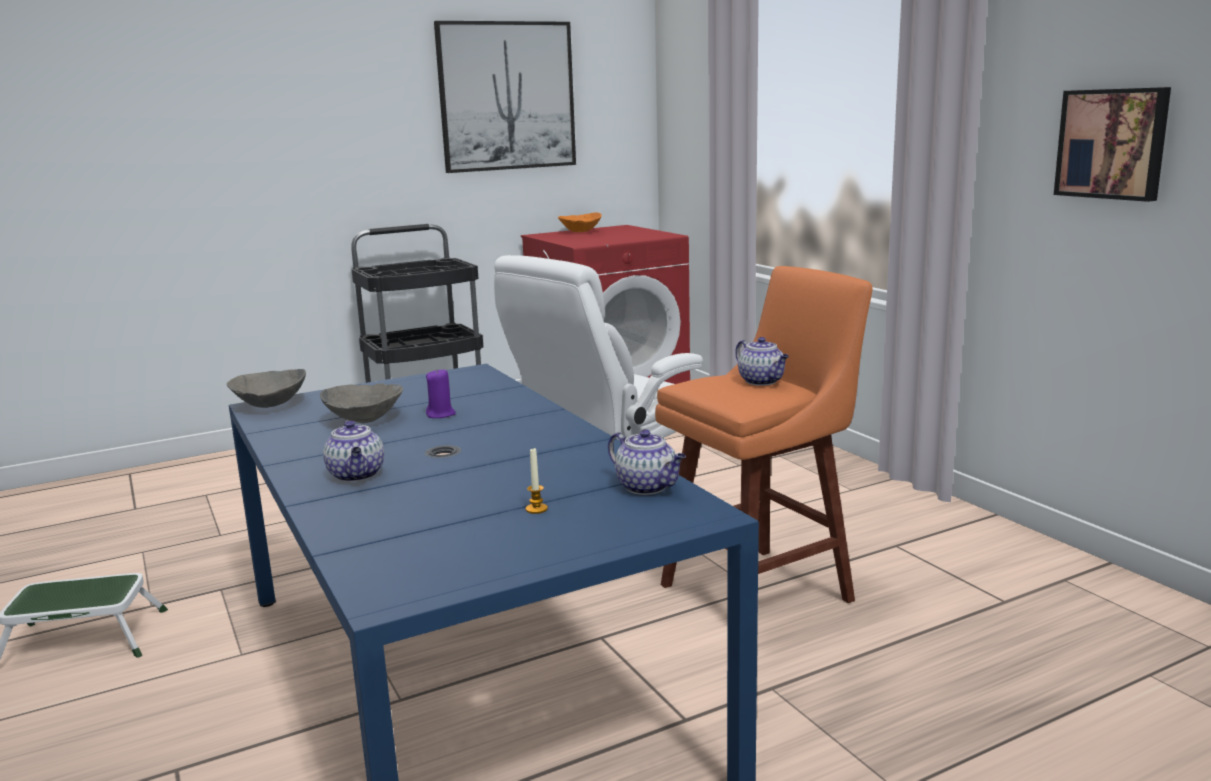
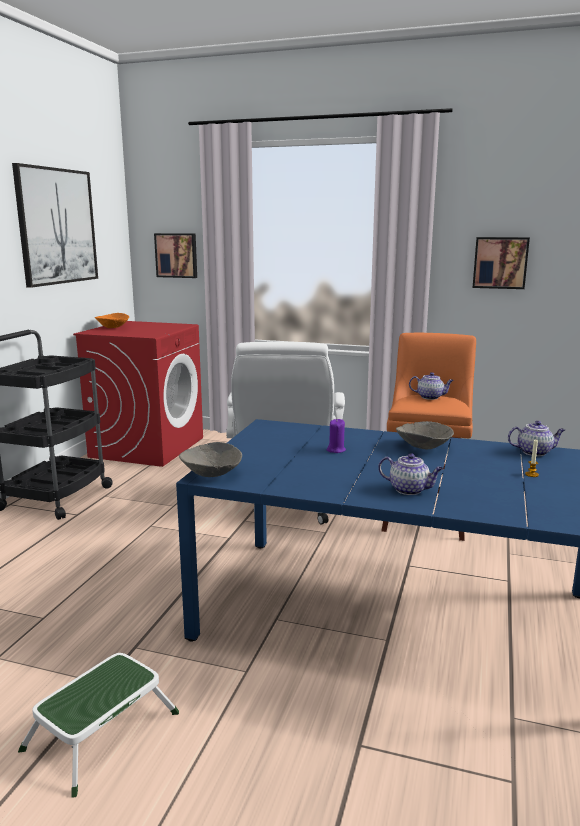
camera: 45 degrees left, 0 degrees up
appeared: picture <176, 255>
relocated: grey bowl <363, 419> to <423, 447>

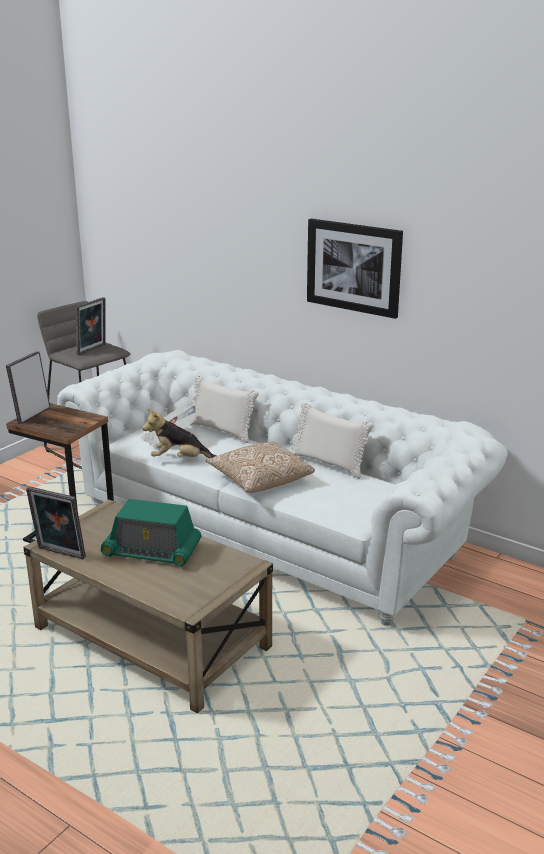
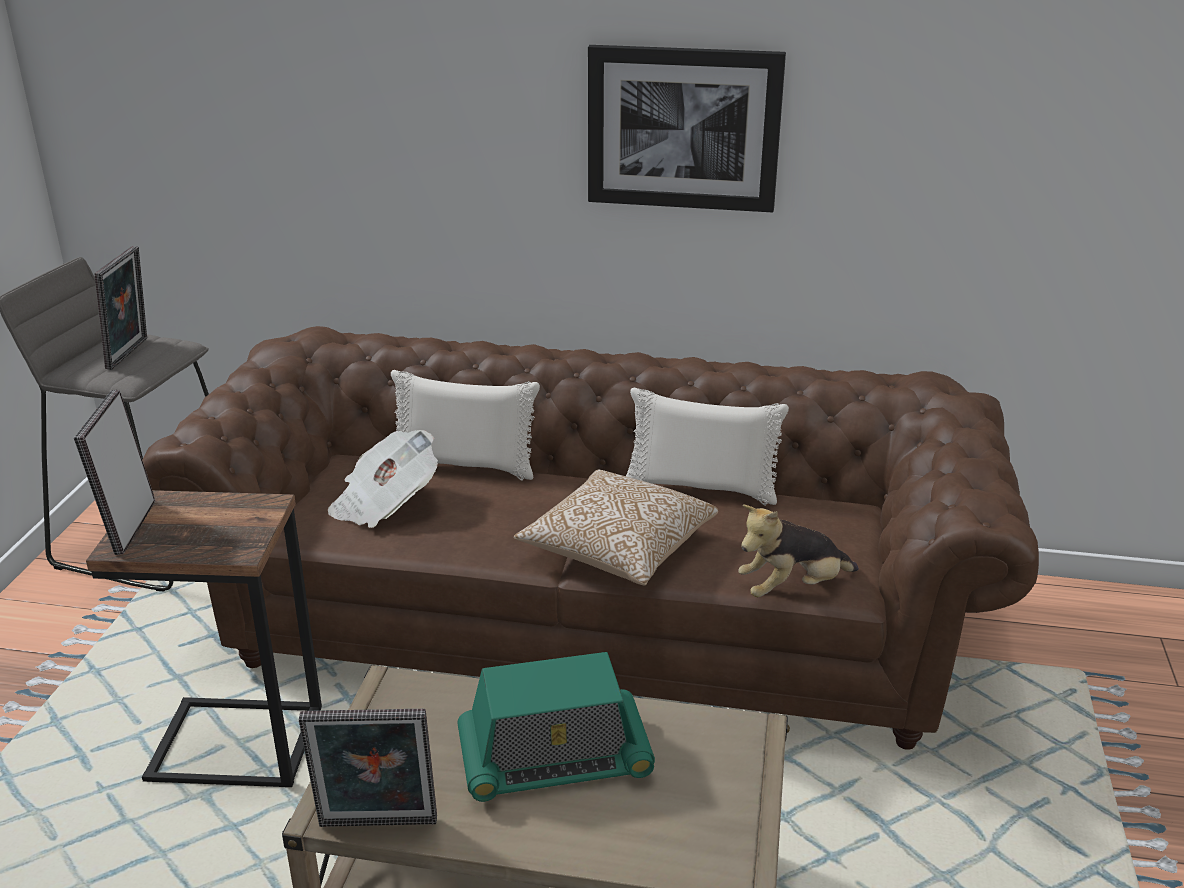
camera: 25 degrees left, 5 degrees up
relocated: plush toy <179, 460> to <792, 588>
colour: white sofa <272, 529> to brown sofa <592, 619>

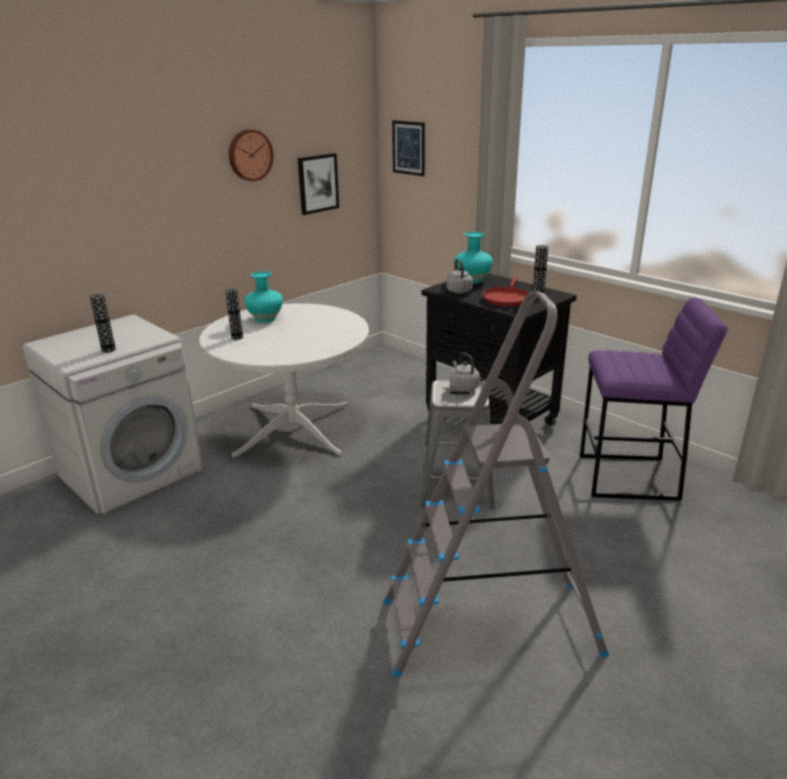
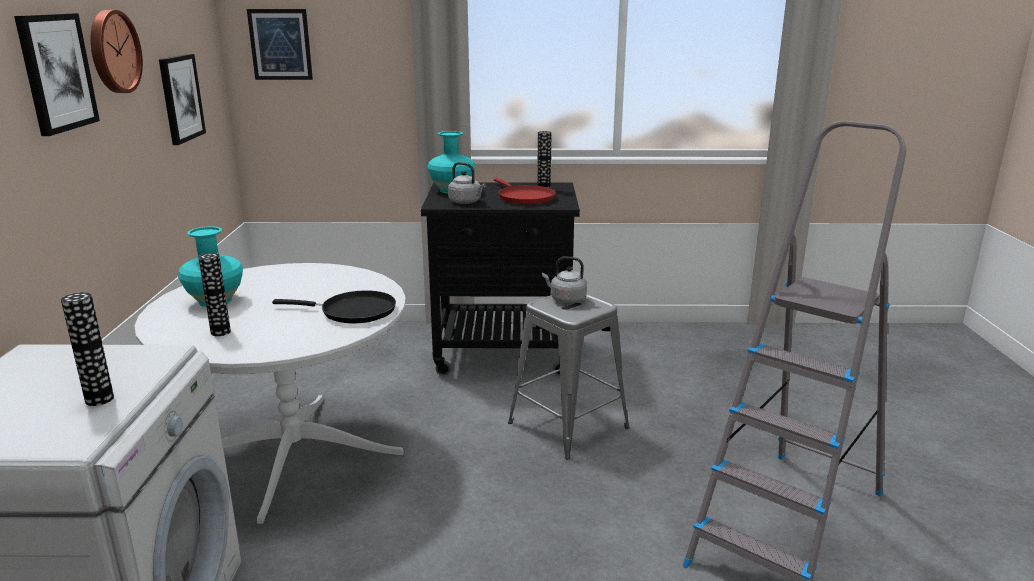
camera: 45 degrees left, 5 degrees down
missing: purple stool <630, 477>
appeared: picture <56, 72>; black frying pan <353, 311>

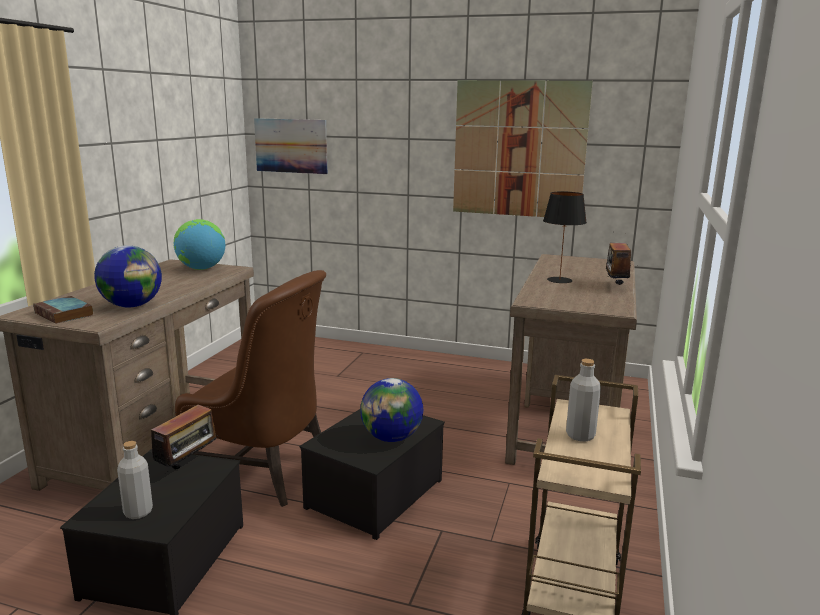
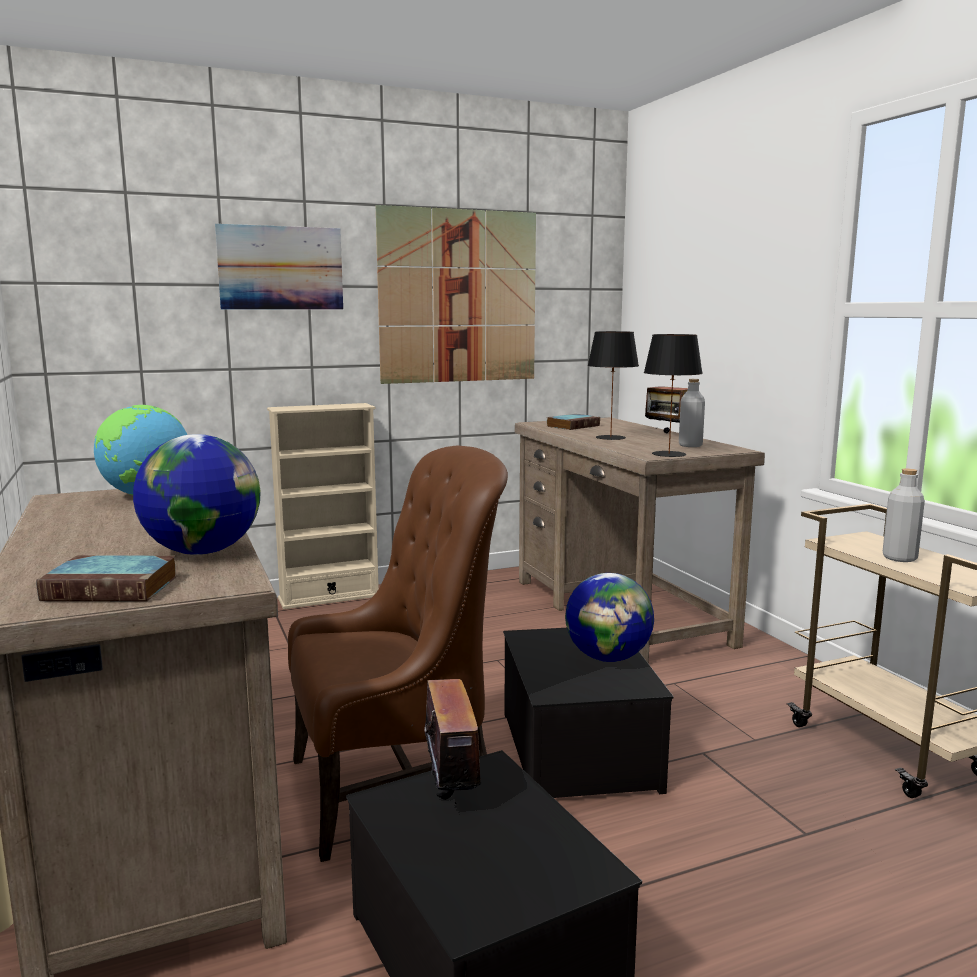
camera: 40 degrees left, 5 degrees down
appeared: black table lamp <669, 454>; beige bookcase <329, 597>; book <573, 426>
relocated: picture <291, 146> to <281, 268>; grey bottle <138, 512> to <690, 445>

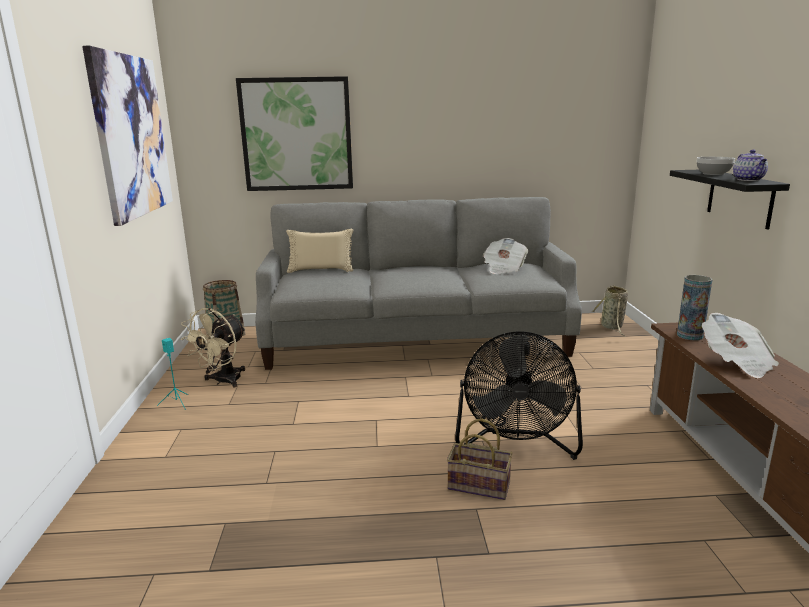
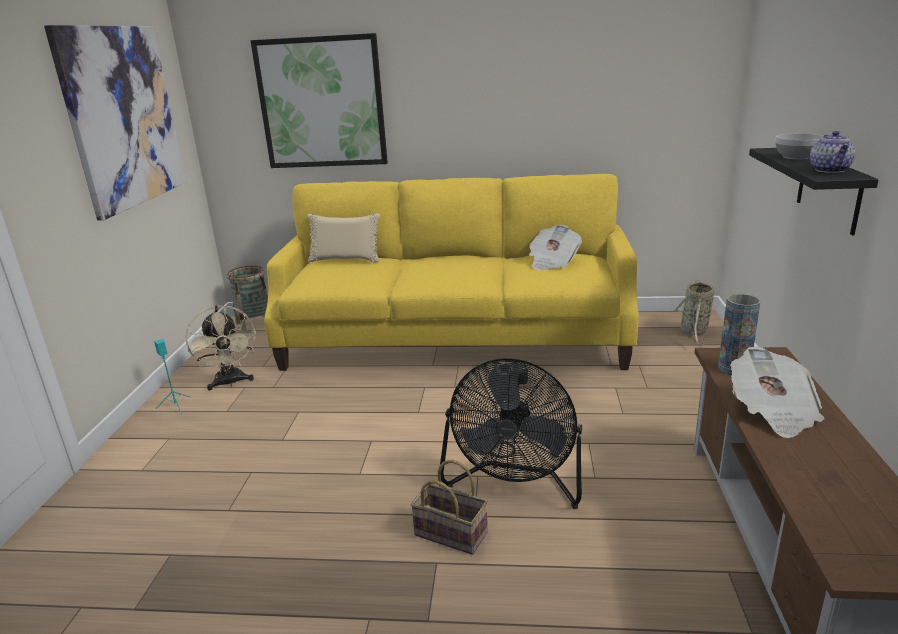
camera: 10 degrees right, 5 degrees up
colour: grey sofa <416, 341> to yellow sofa <455, 341>
spun: beige fan <222, 381> = <230, 383> 60 degrees counterclockwise

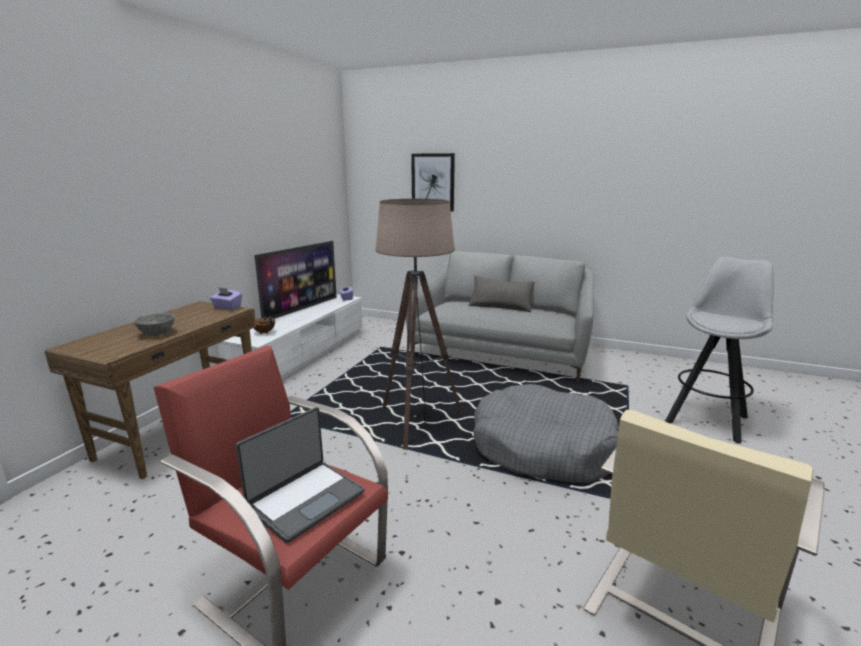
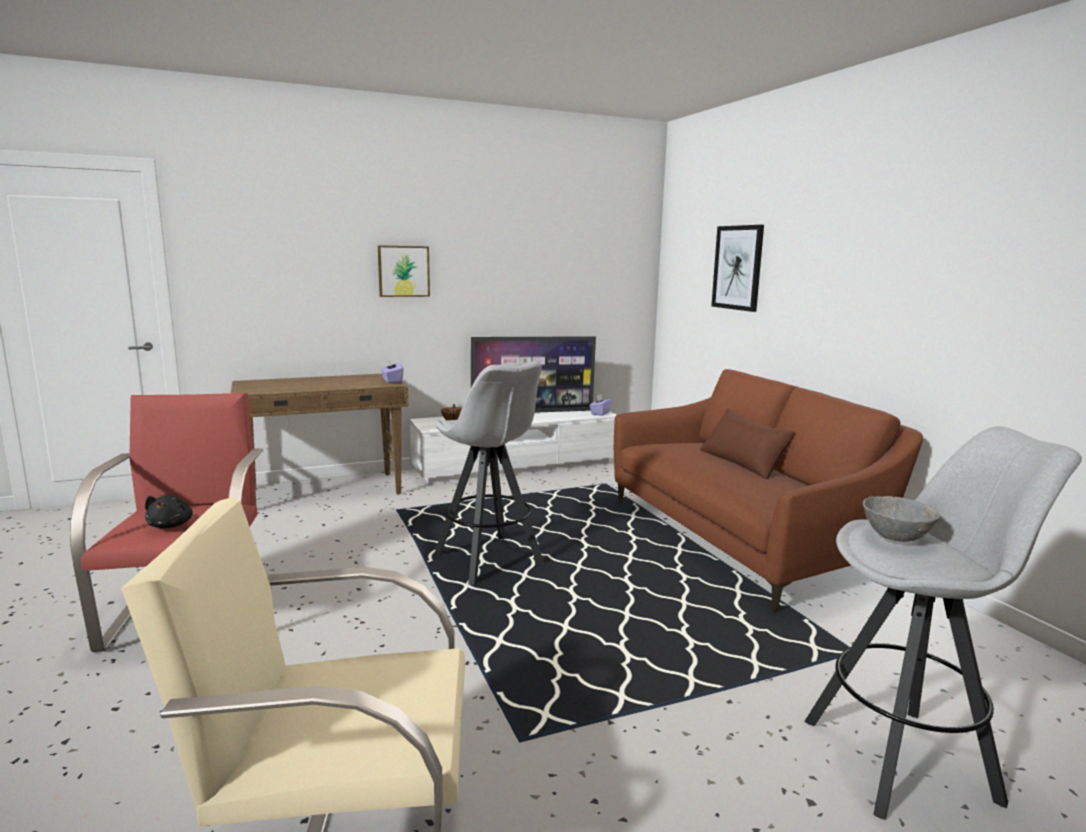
camera: 45 degrees right, 5 degrees down
missing: grey dog bed <543, 448>
appeared: picture <403, 271>
relocated: grey bowl <157, 333> to <896, 536>
exchanged: floor lamp <416, 422> to grey stool <489, 561>; laptop <305, 499> to black plush toy <171, 525>
colour: grey sofa <501, 352> to brown sofa <742, 539>

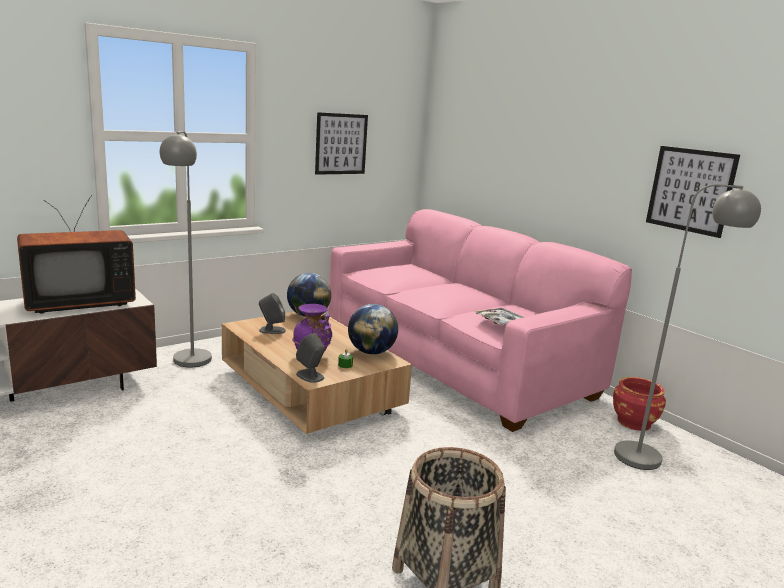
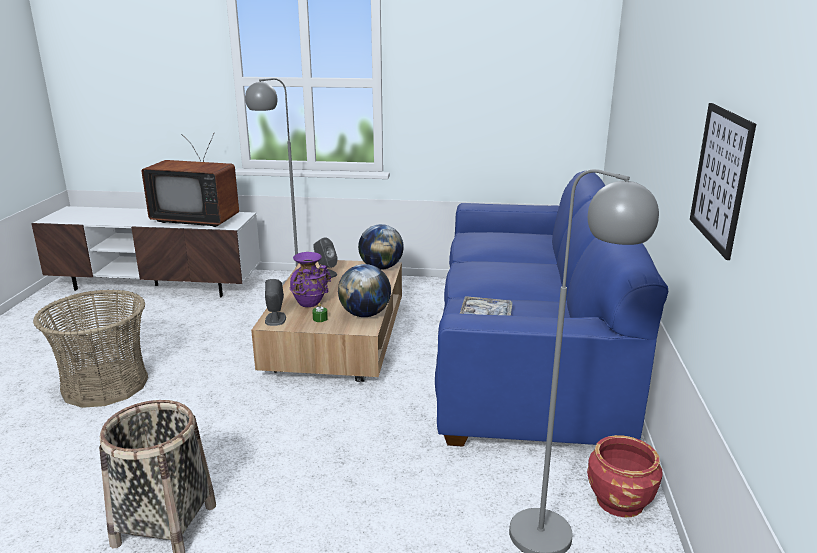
camera: 45 degrees right, 5 degrees up
missing: picture <341, 144>
appeared: basket <105, 385>
colour: pink sofa <452, 359> to blue sofa <524, 354>

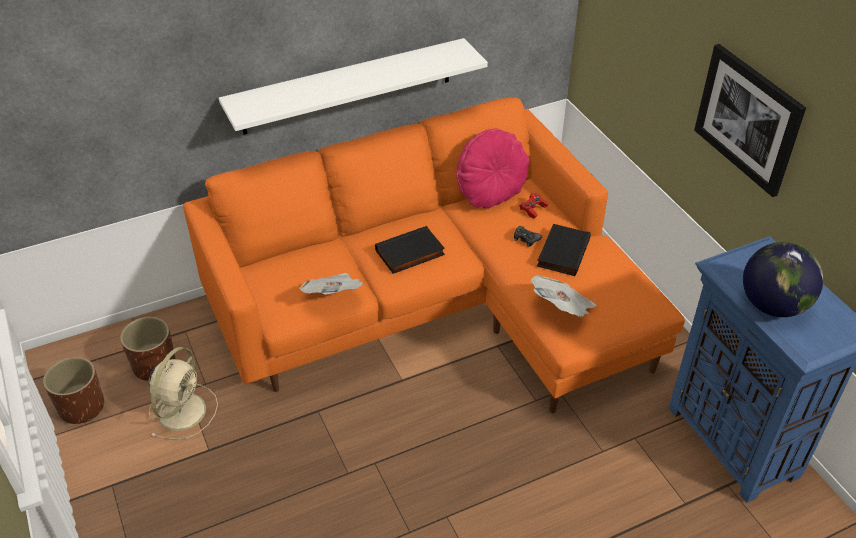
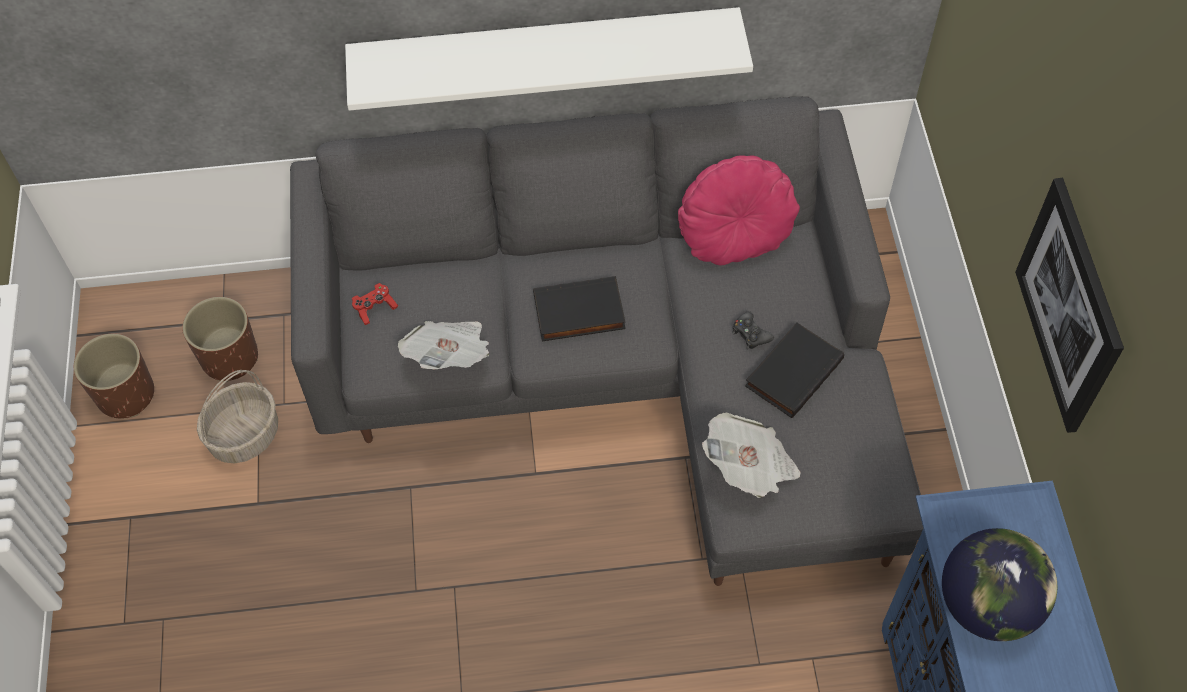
camera: 20 degrees right, 15 degrees up
relocated: red game controller <533, 209> to <374, 308>
exchanged: beige fan <183, 409> to basket <245, 434>
colour: orange sofa <438, 308> to grey sofa <628, 372>

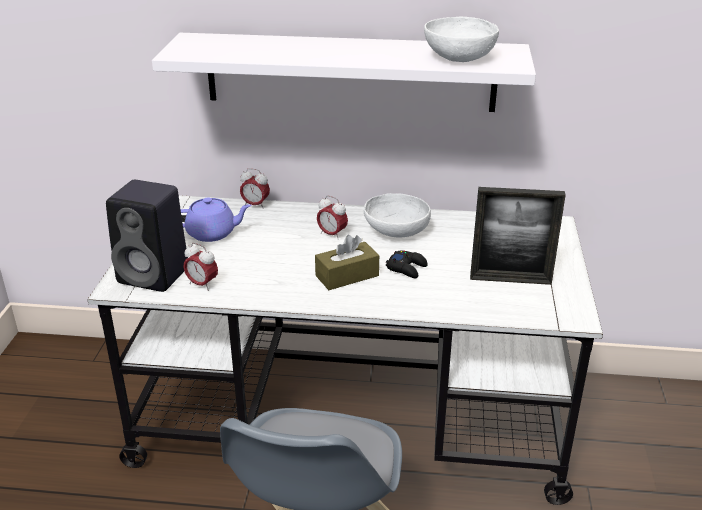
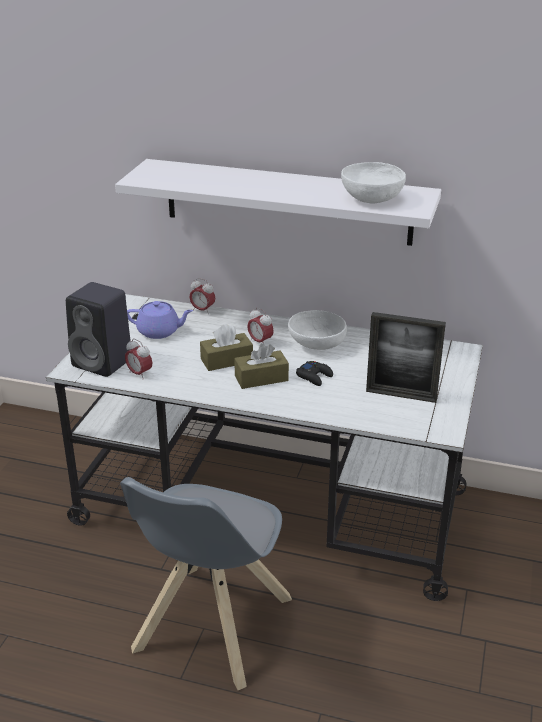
camera: 10 degrees right, 0 degrees up
appeared: brown tissue box <226, 360>

